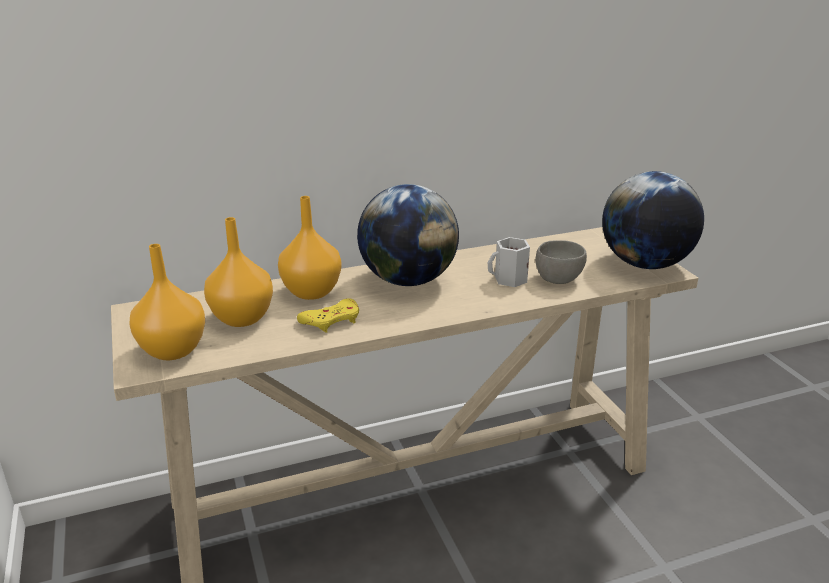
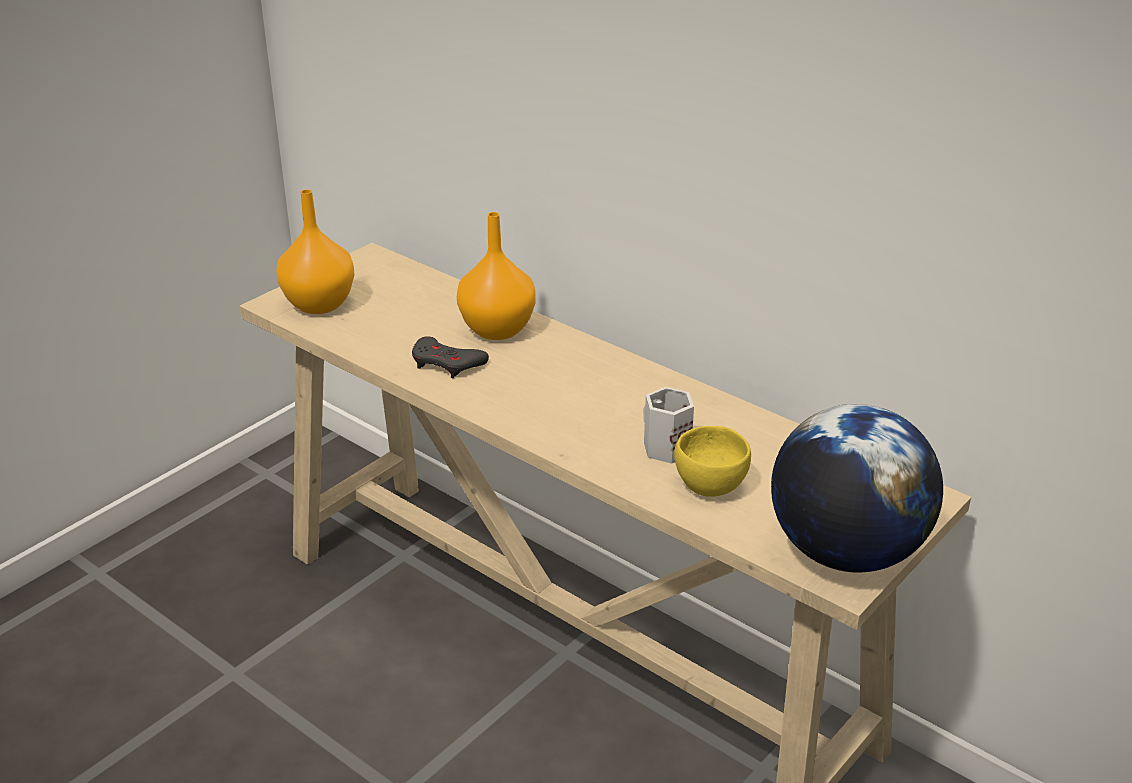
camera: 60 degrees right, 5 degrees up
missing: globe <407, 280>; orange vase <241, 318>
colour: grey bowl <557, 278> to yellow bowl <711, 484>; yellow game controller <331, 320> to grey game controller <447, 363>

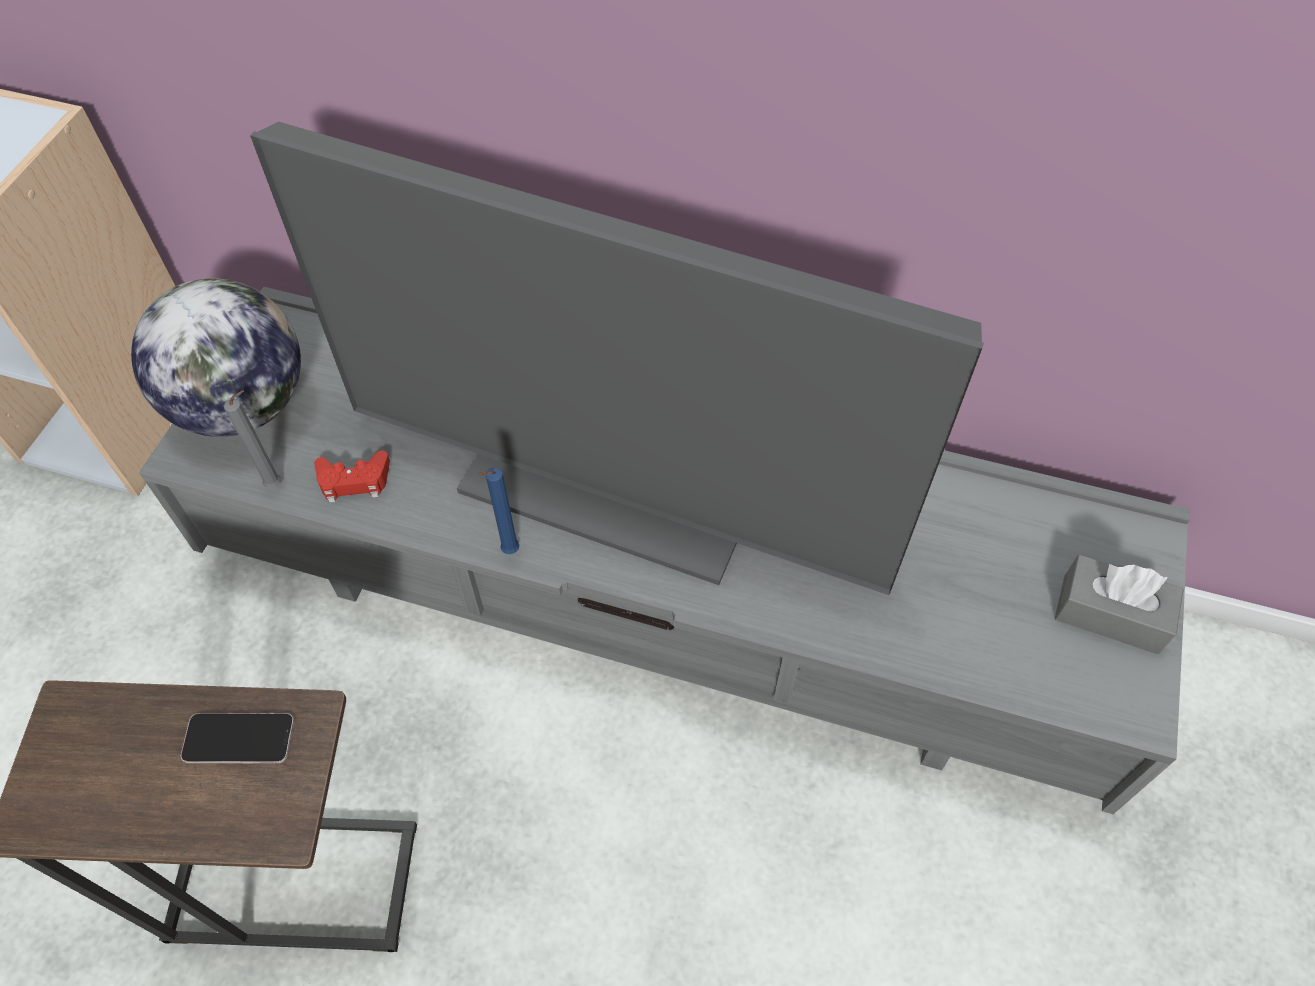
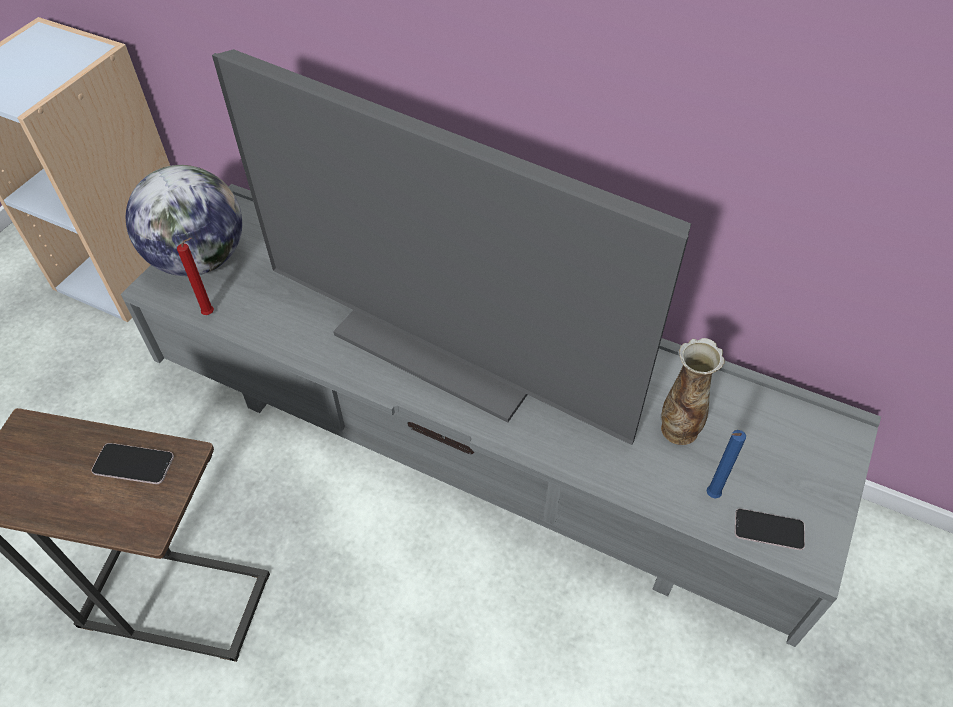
camera: 10 degrees right, 5 degrees down
missing: red game controller <354, 481>; grey tissue box <1110, 614>
appeared: vase <678, 430>; phone <768, 530>
relocated: blue candle <508, 552> to <710, 496>
colour: grey candle <277, 484> to red candle <211, 313>

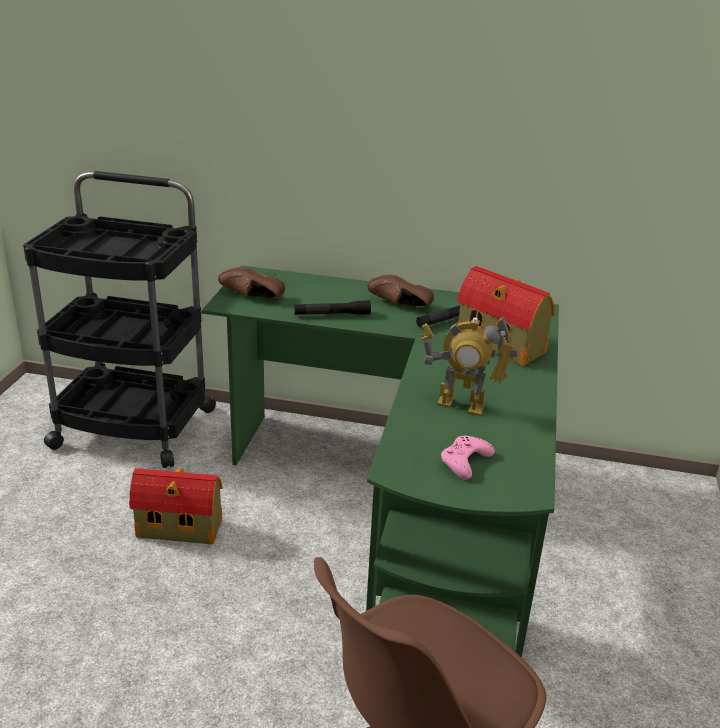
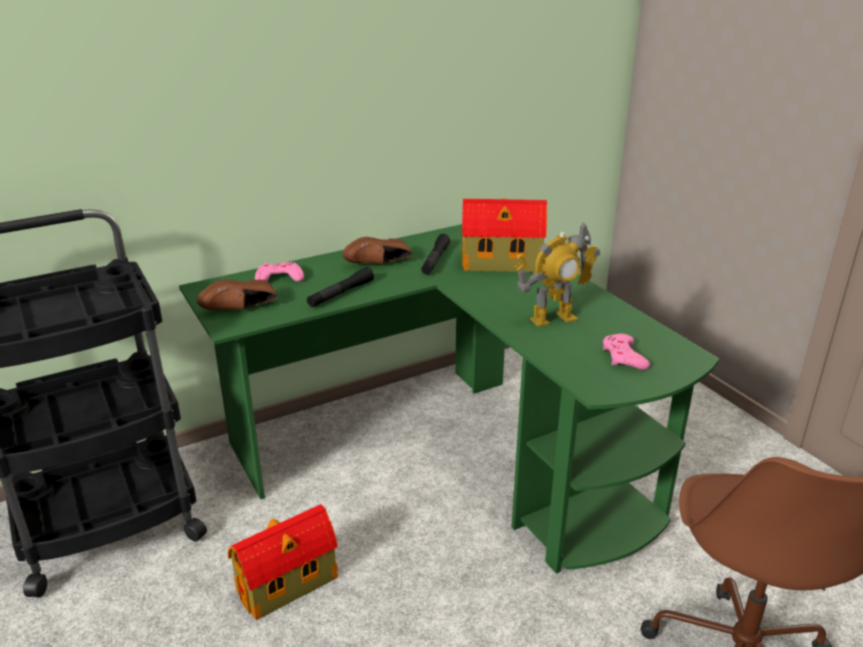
camera: 40 degrees left, 0 degrees up
appeared: pink game controller <279, 278>

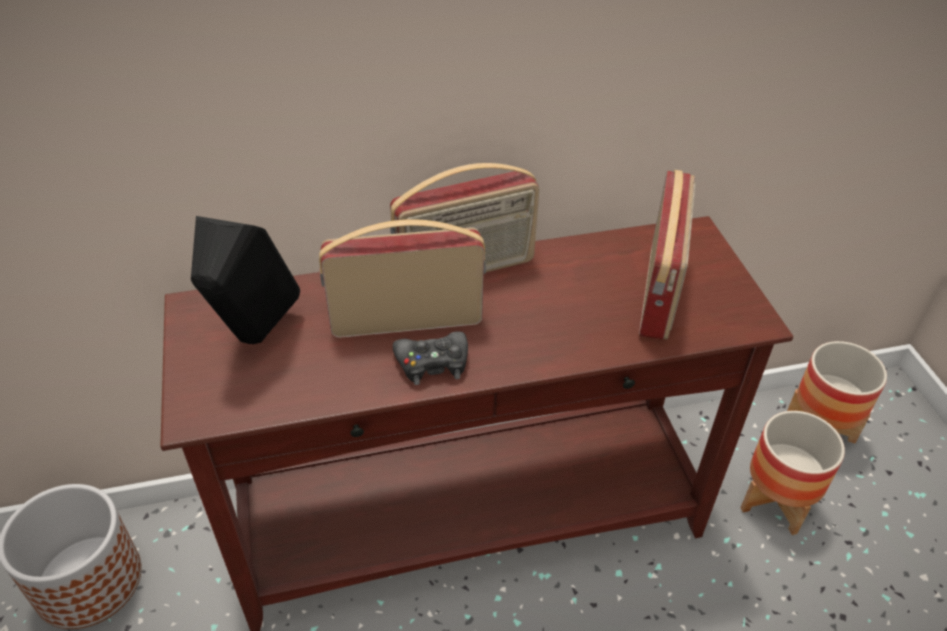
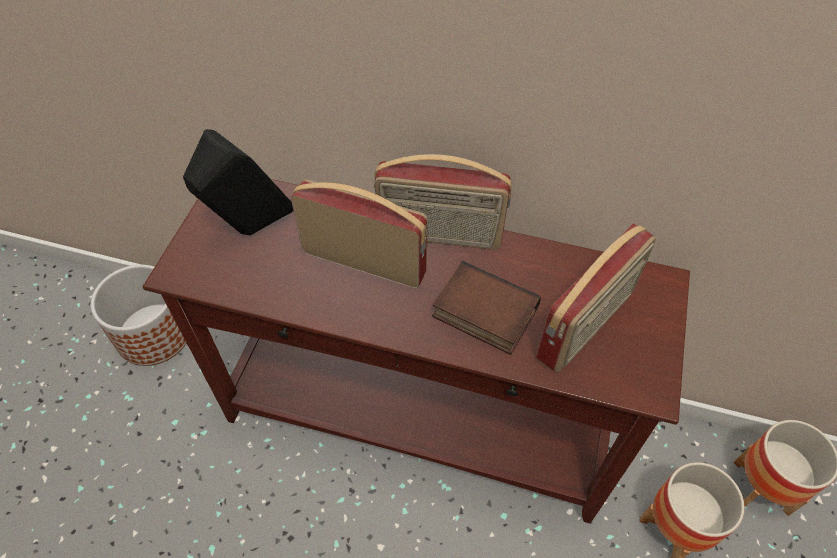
camera: 30 degrees right, 10 degrees up
missing: black game controller <433, 363>
appeared: book <482, 313>

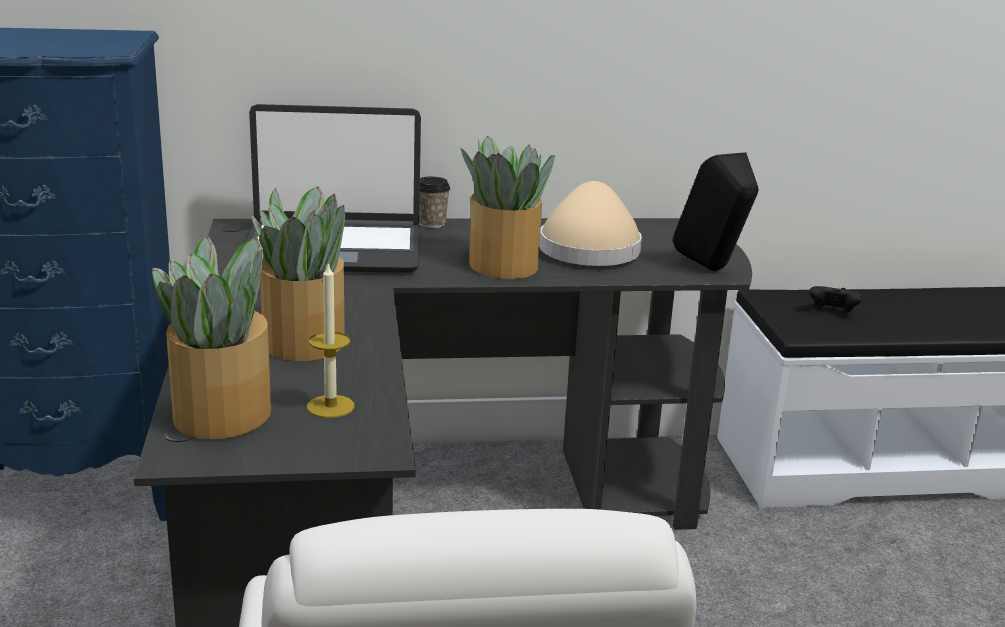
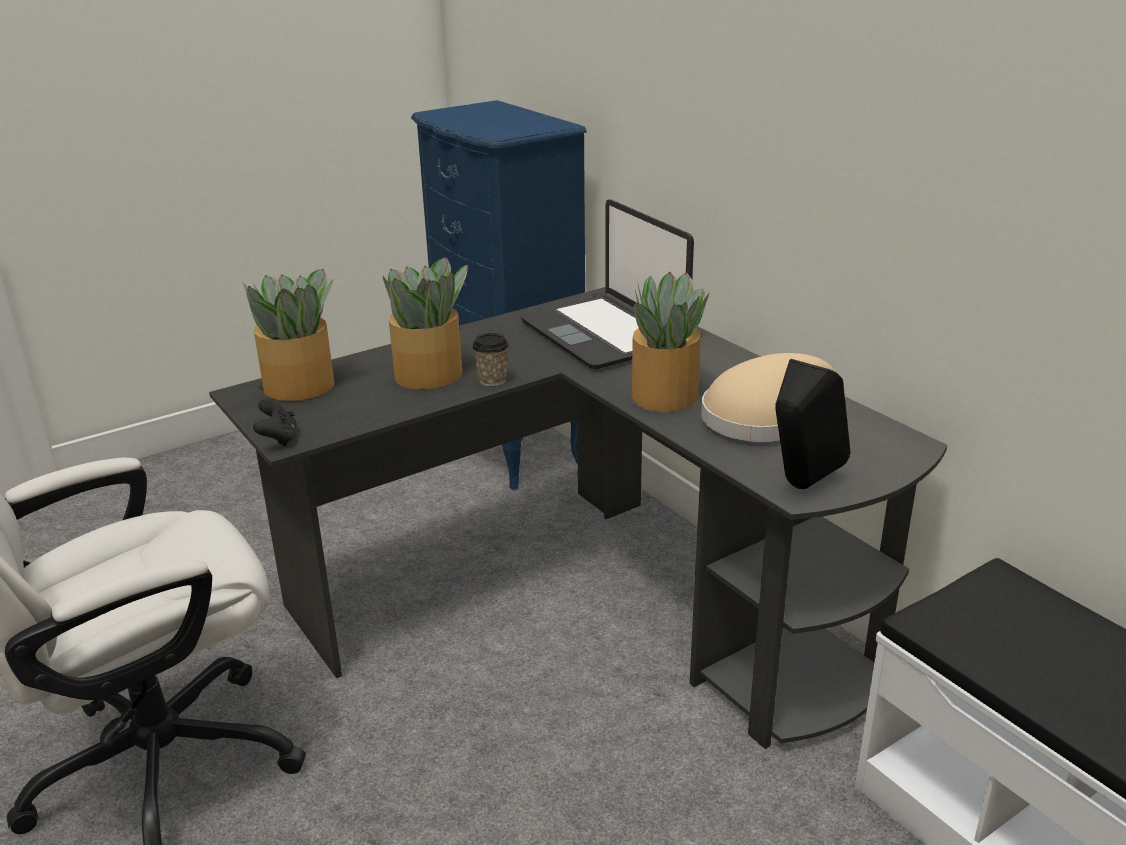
camera: 65 degrees right, 5 degrees up
missing: candle <330, 406>
relocated: cup <431, 224> to <492, 380>; black game controller <832, 313> to <278, 439>

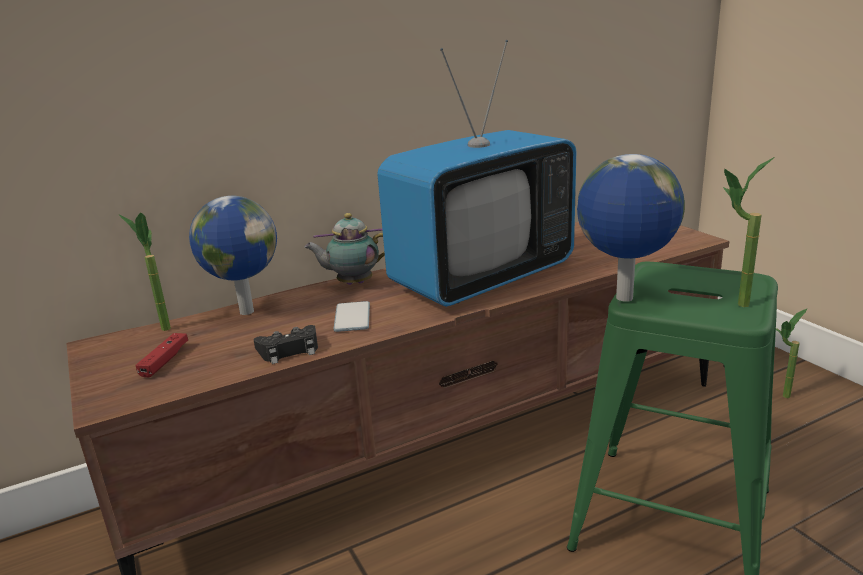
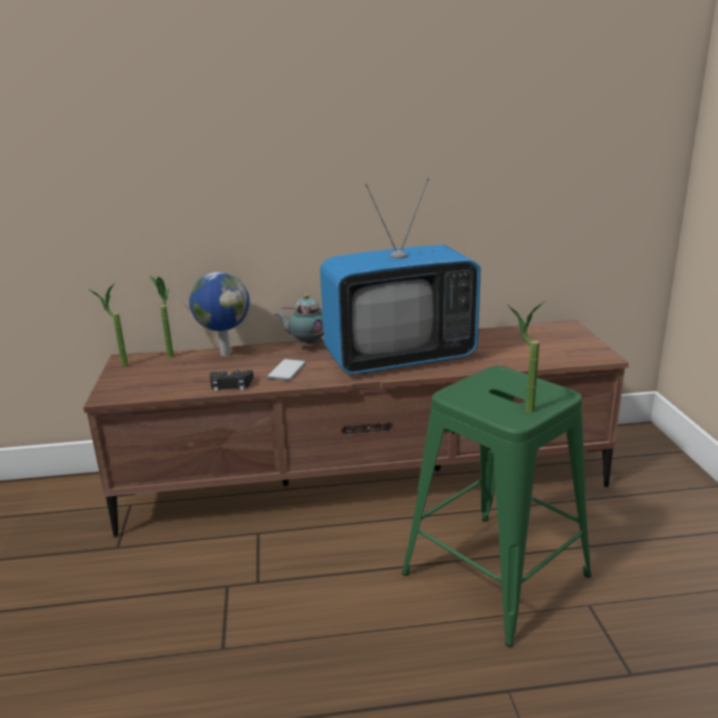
camera: 20 degrees right, 0 degrees up
missing: globe <624, 299>; red game controller <165, 361>
relocated: potted plant <780, 398> to <118, 365>

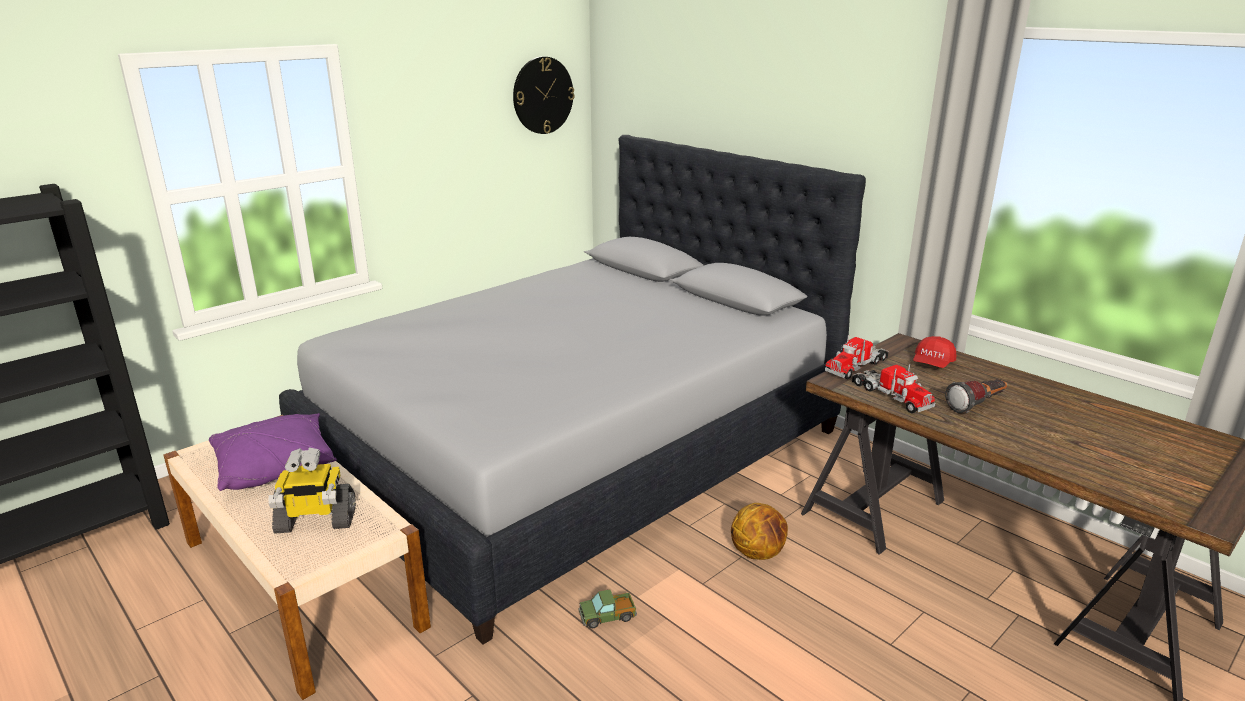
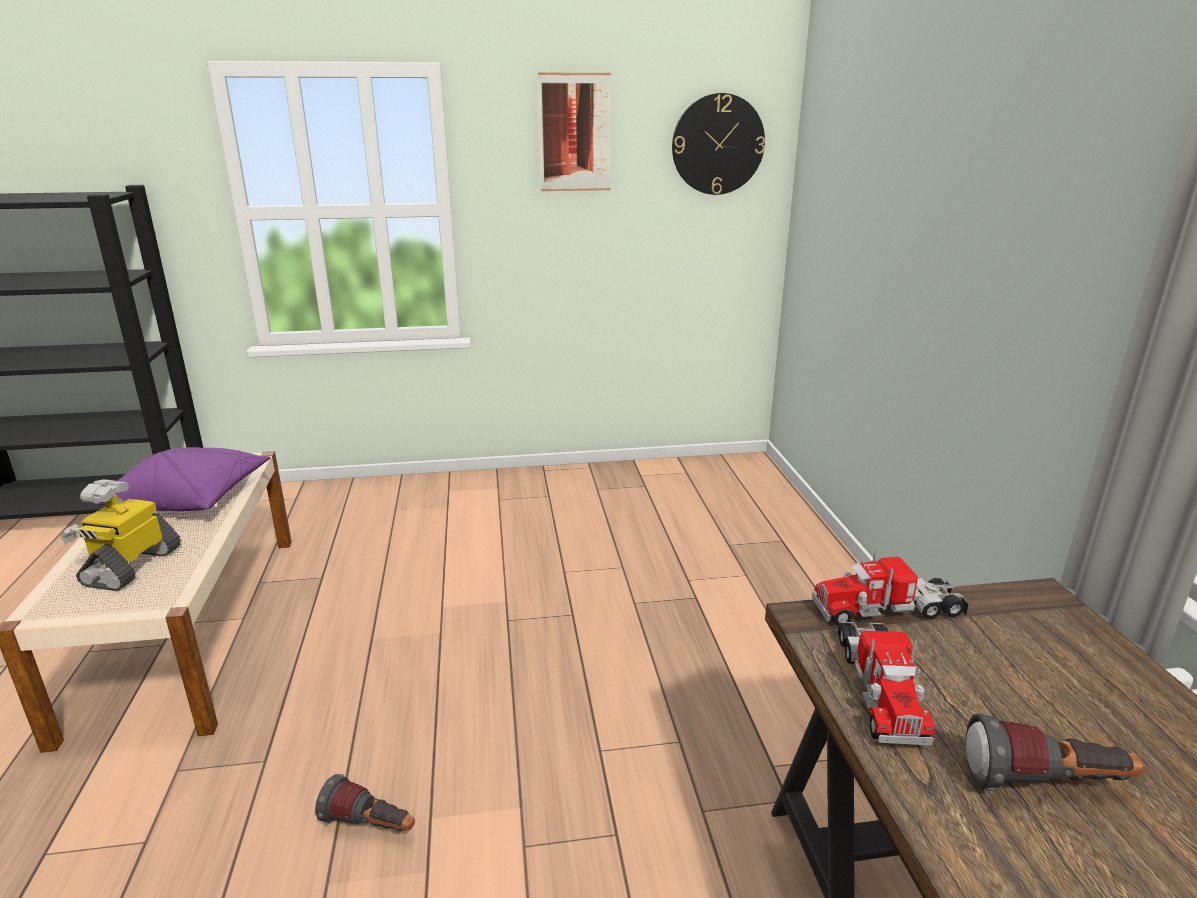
camera: 35 degrees right, 0 degrees up
missing: grey bed <579, 451>; red cap <932, 364>; basketball <758, 553>
appeared: picture <575, 133>
exchanged: toy truck <607, 617> to flashlight <370, 826>
spun: toy robot <315, 521> = <131, 566> 75 degrees clockwise

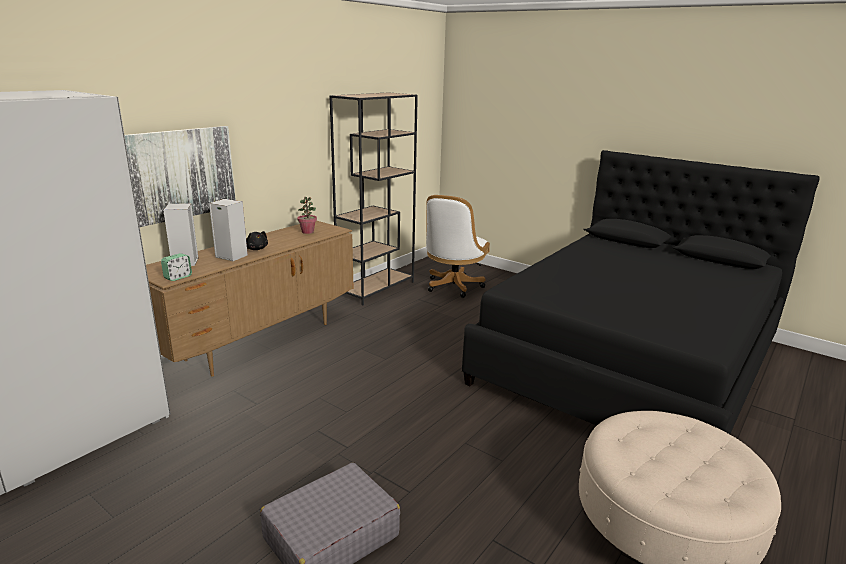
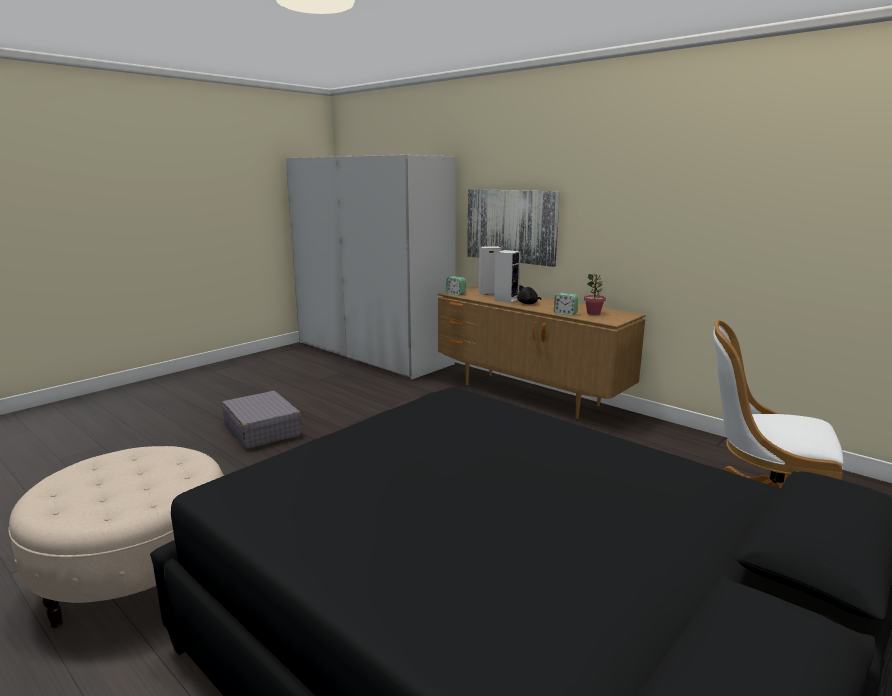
camera: 95 degrees right, 5 degrees down
missing: bookcase <376, 288>
appeared: alarm clock <565, 313>

